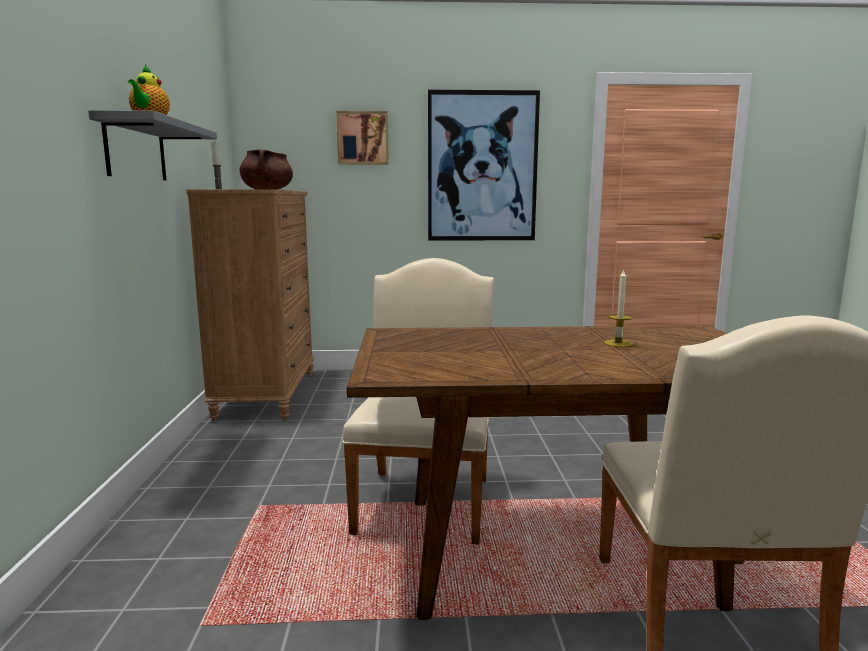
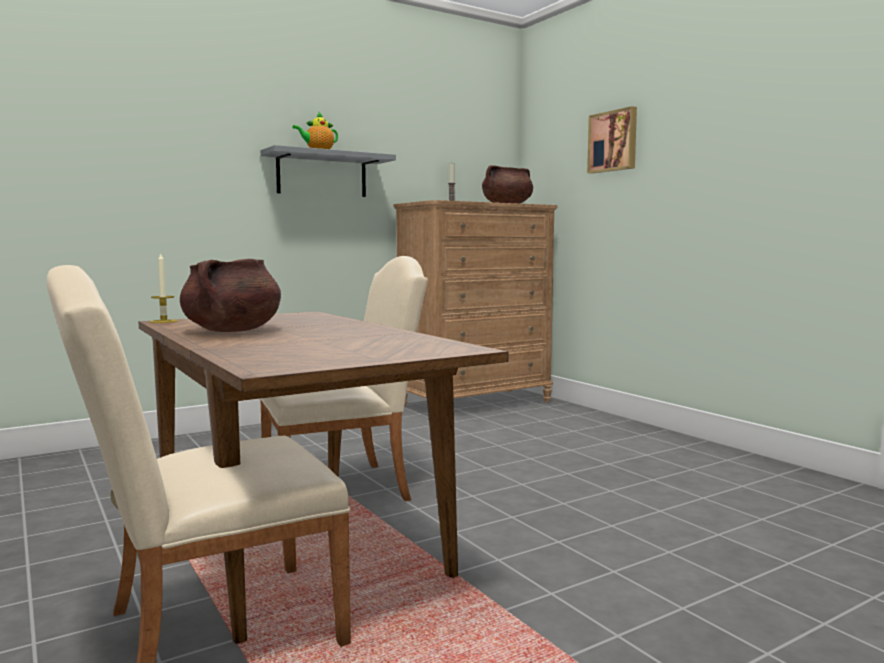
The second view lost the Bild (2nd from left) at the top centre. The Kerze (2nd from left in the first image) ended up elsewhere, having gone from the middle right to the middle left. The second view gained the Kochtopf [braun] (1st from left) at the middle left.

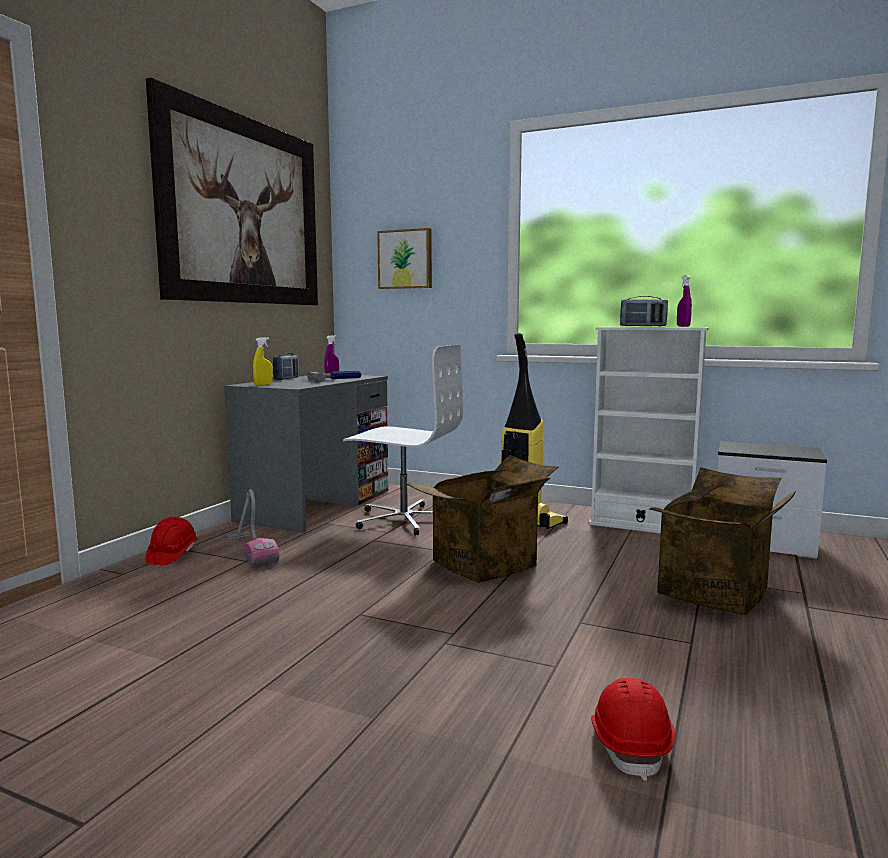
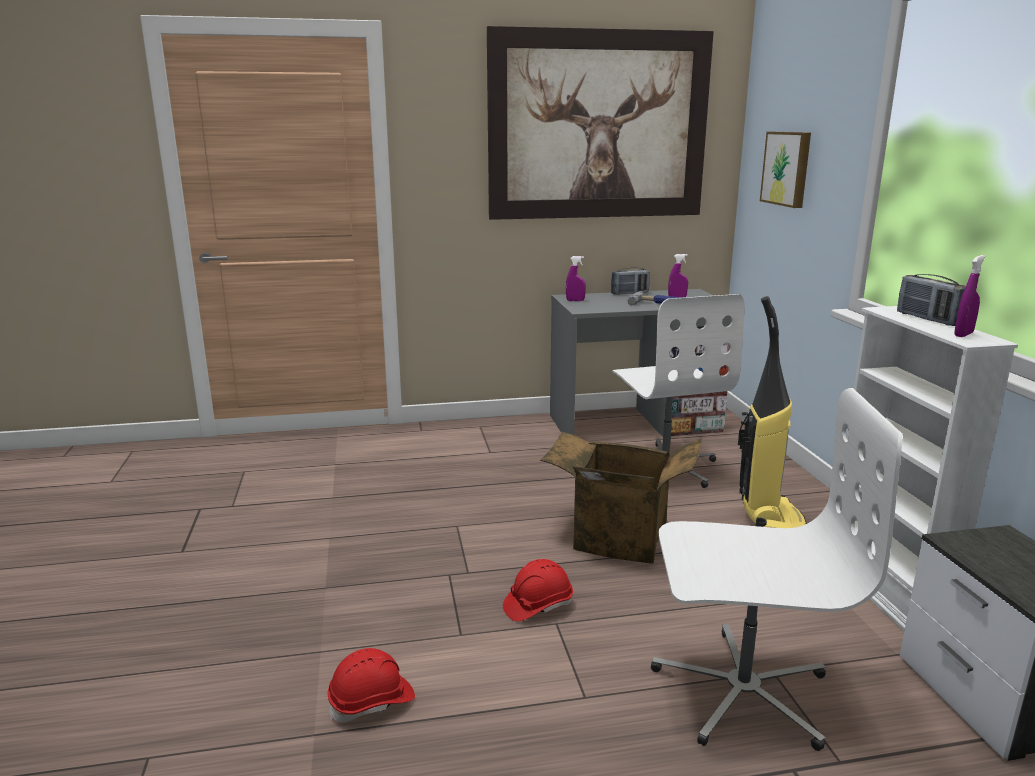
What was the Sprühflasche [gelb] at the middle left turned into the Sprühflasche [lila] (1st from left) at the centre. Where the Karton (2nd from left) stood at the middle right, the Bürostuhl [weiß] (2nd from left) came to stand at the bottom right. The second view lost the Staubsauger (1st from left) at the middle left. The Schutzhelm [rot] (1st from left in the first image) ended up elsewhere, having gone from the middle left to the bottom centre.

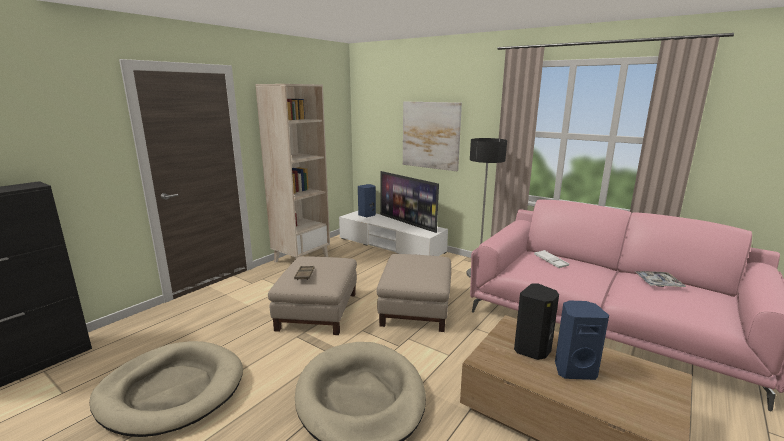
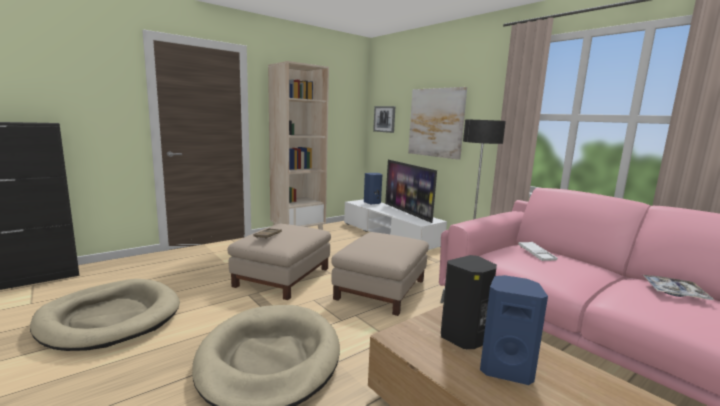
The second view gained the Bild (1st from left) at the top centre.

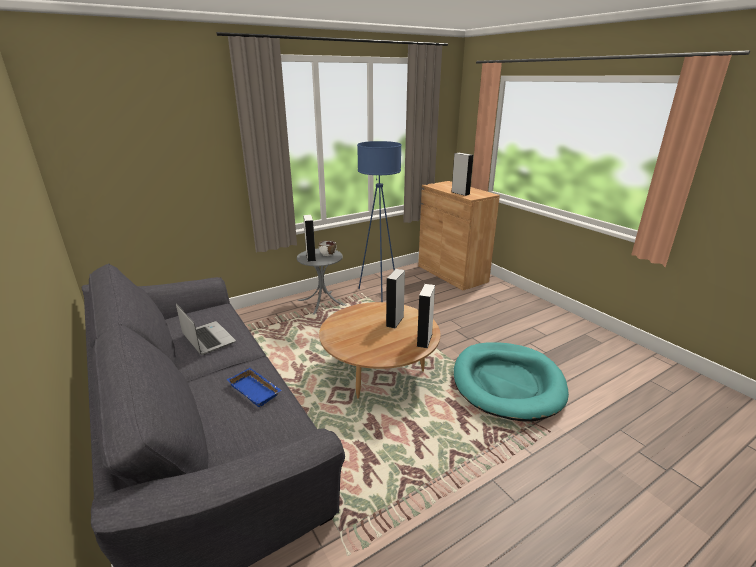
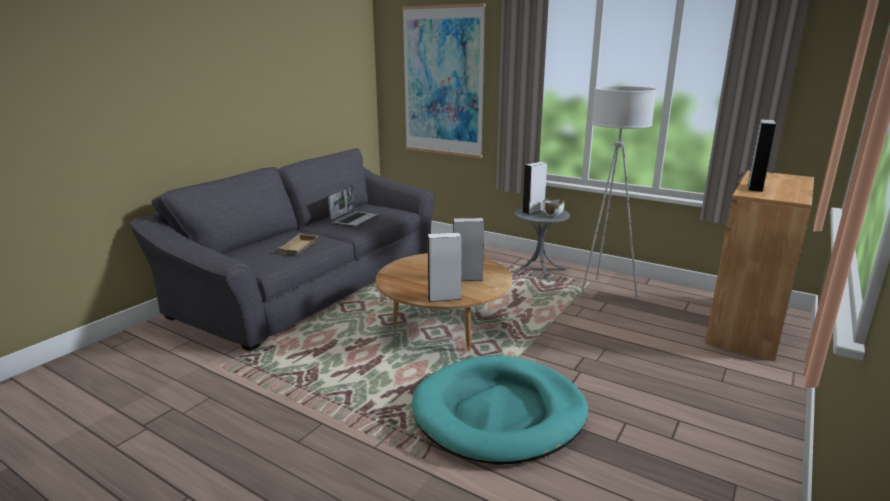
What was the Stehlampe [blau] at the centre turned into the Stehlampe [weiß] at the middle right. What was the Tablett [blau] at the bottom centre turned into the Tablett [beige] at the centre. The second view gained the Bild at the top centre.

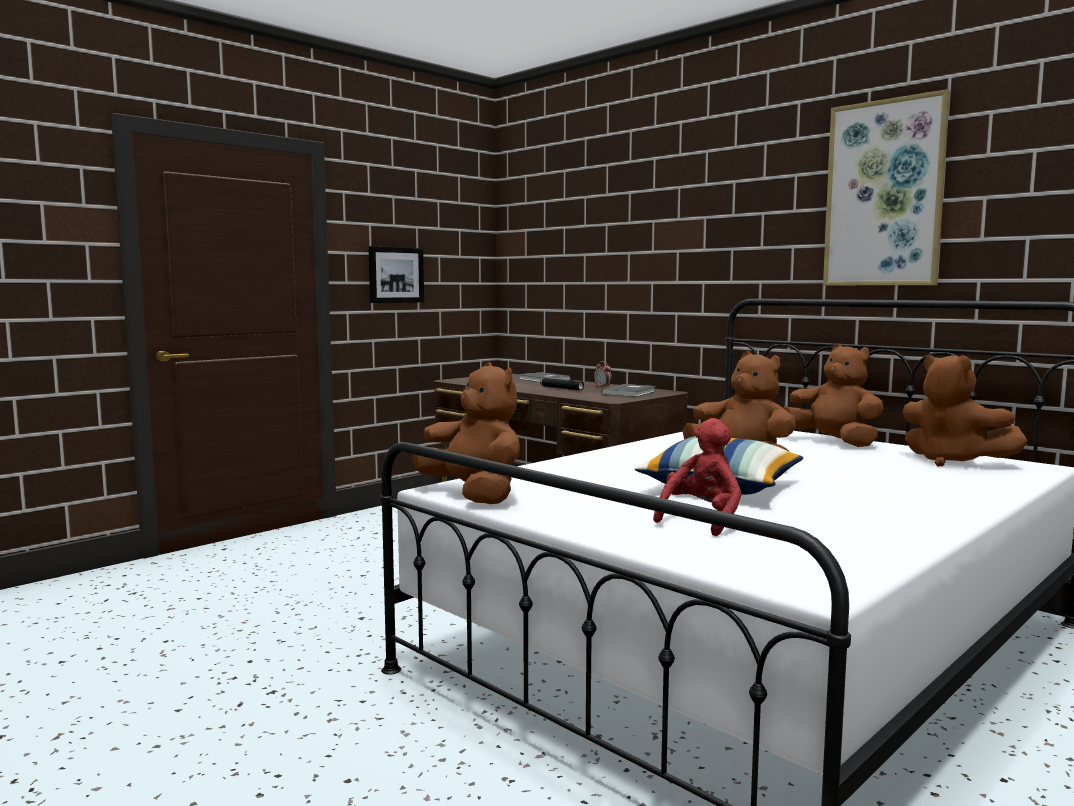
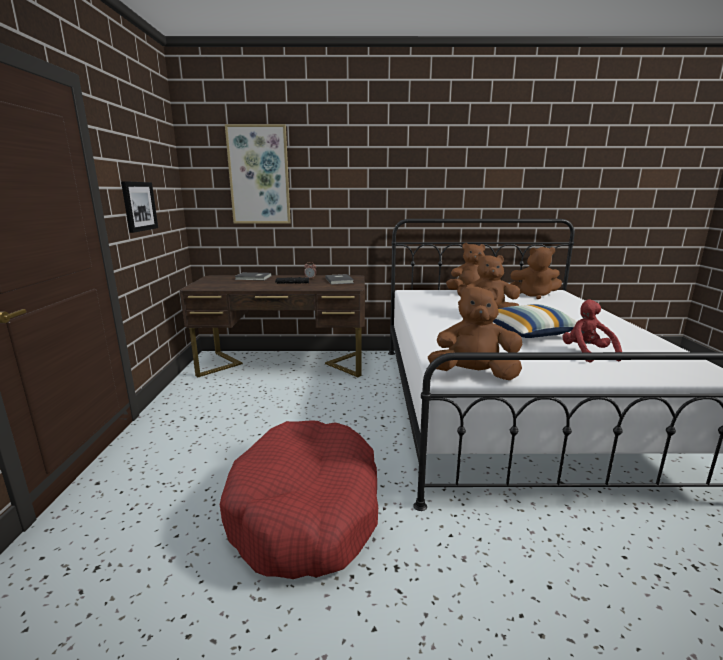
The Bild (2nd from left) ended up elsewhere, having gone from the top right to the top centre. The second view gained the Hundebett [rot] at the bottom centre.

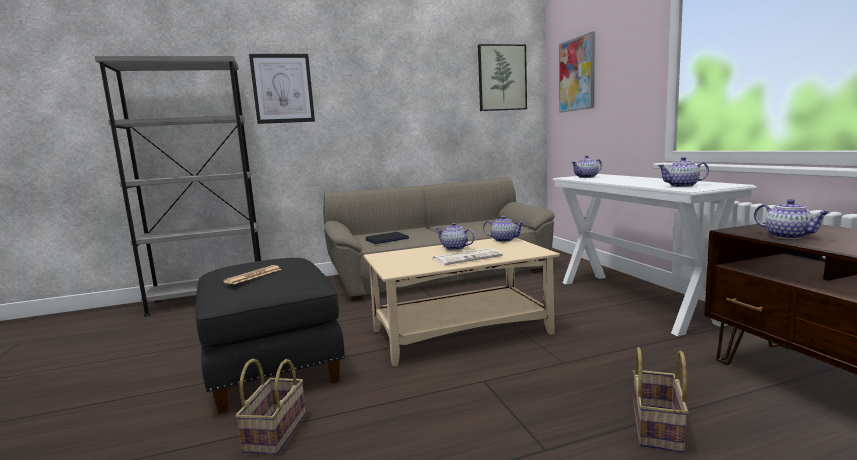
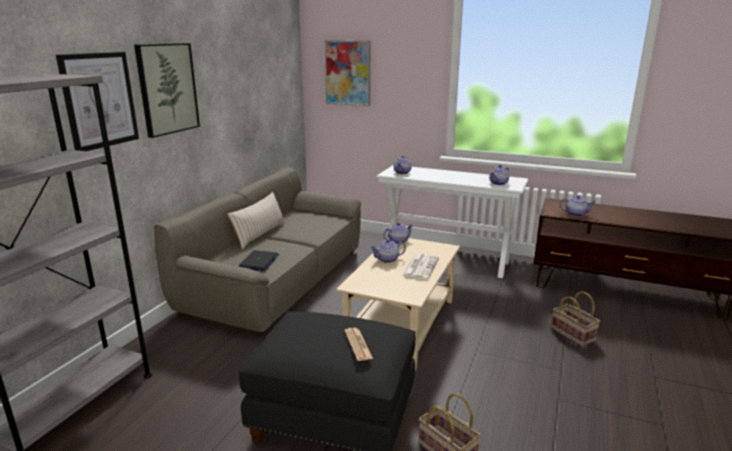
The Bild (2nd from left) ended up elsewhere, having gone from the top centre to the top left. The second view gained the Kissen [beige] at the centre.

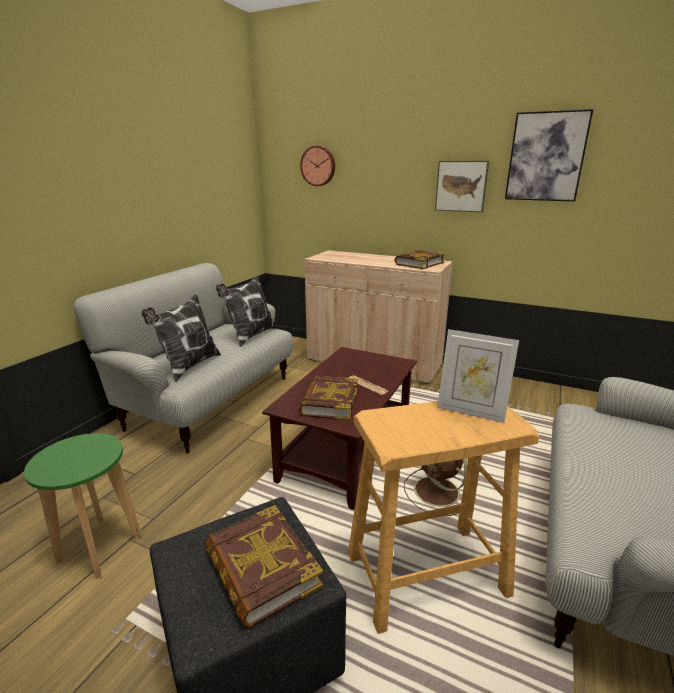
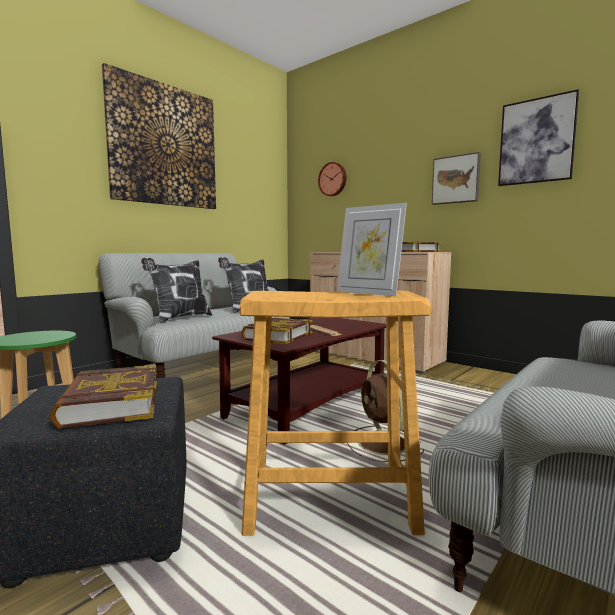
The second view gained the Bild (1st from left) at the top left.

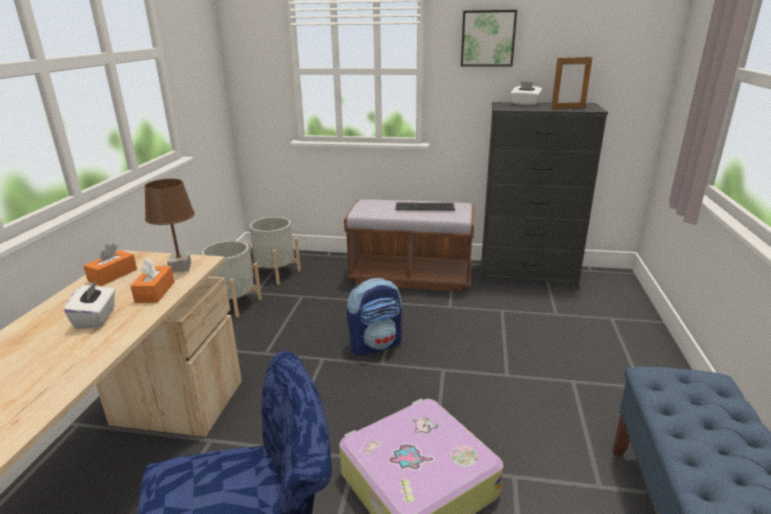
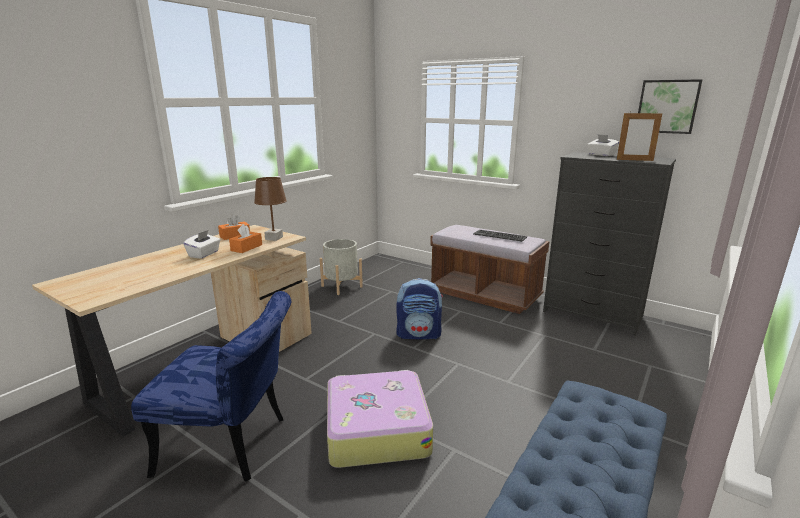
The Bild ended up elsewhere, having gone from the top centre to the top right. The second view lost the Pflanzkübel [grau] (2nd from left) at the centre.

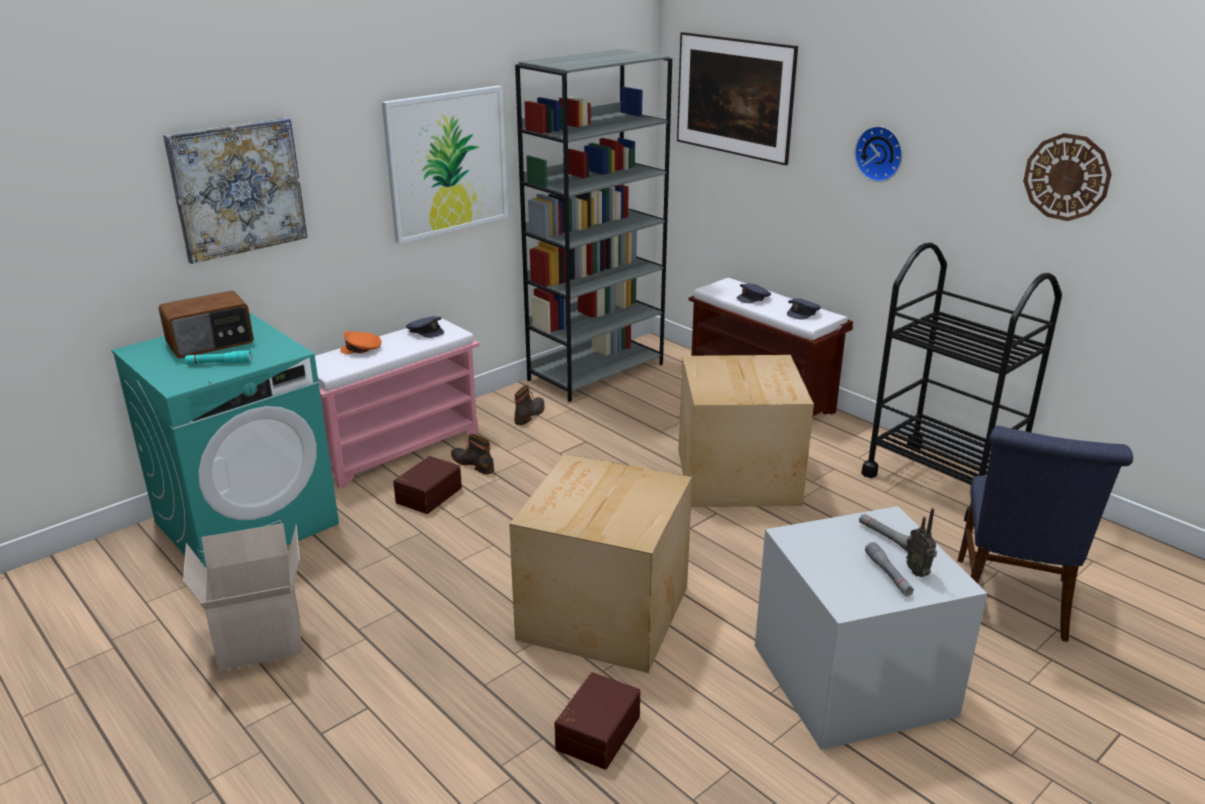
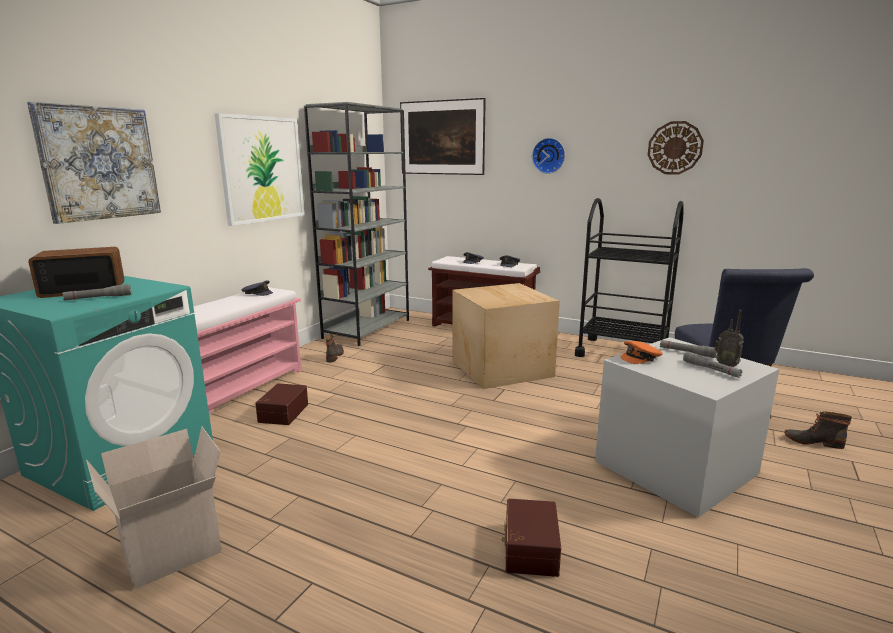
The Radio (1st from left) at the middle left ended up facing another way, 150 degrees counterclockwise from before. The Kappe [orange] ended up elsewhere, having gone from the middle left to the middle right. What was the Taschenlampe [türkis] at the middle left turned into the Taschenlampe [grau] (1st from left) at the middle left. The Stiefel (1st from left in the first image) ended up elsewhere, having gone from the centre to the bottom right. The second view lost the Karton (2nd from left) at the bottom centre.

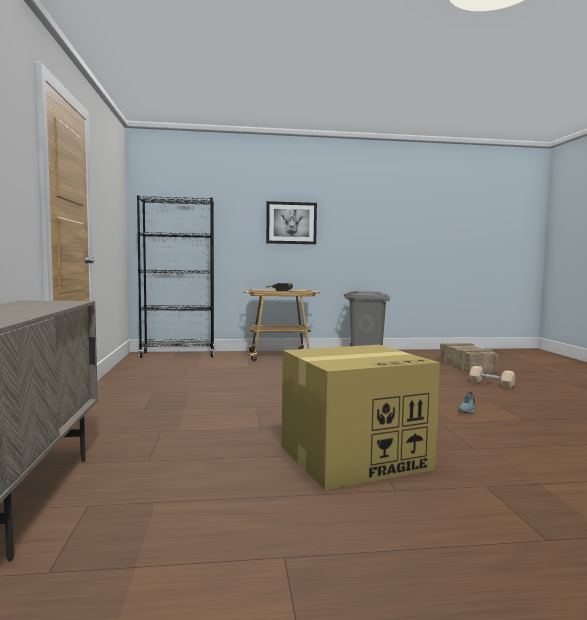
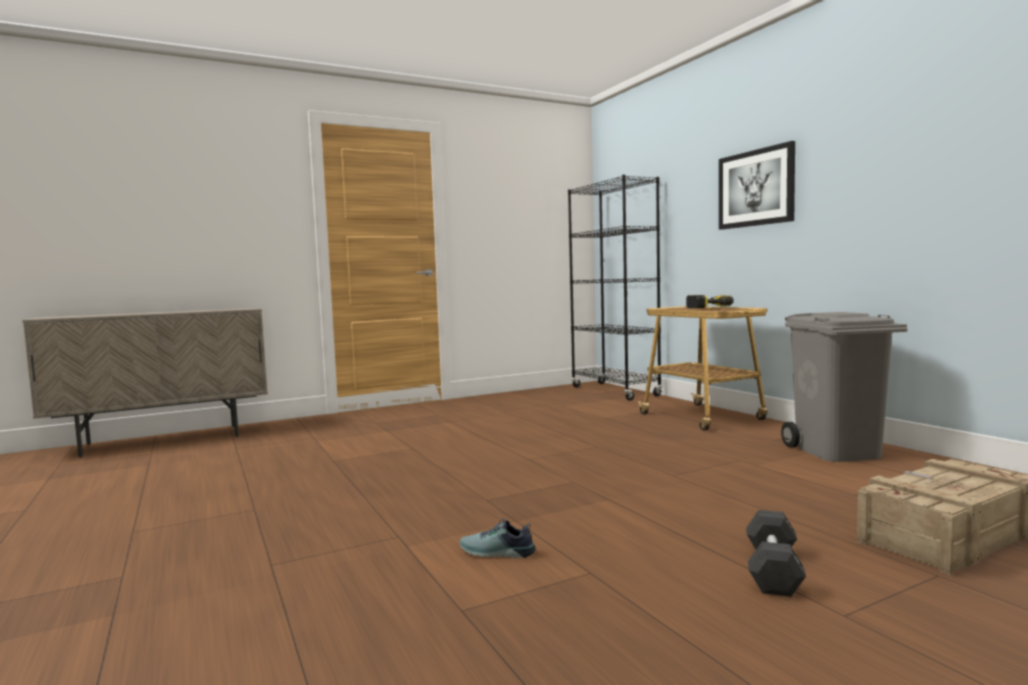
The second view lost the Karton at the bottom centre. What was the Hantel [beige] at the middle right turned into the Hantel [schwarz] at the bottom right.

